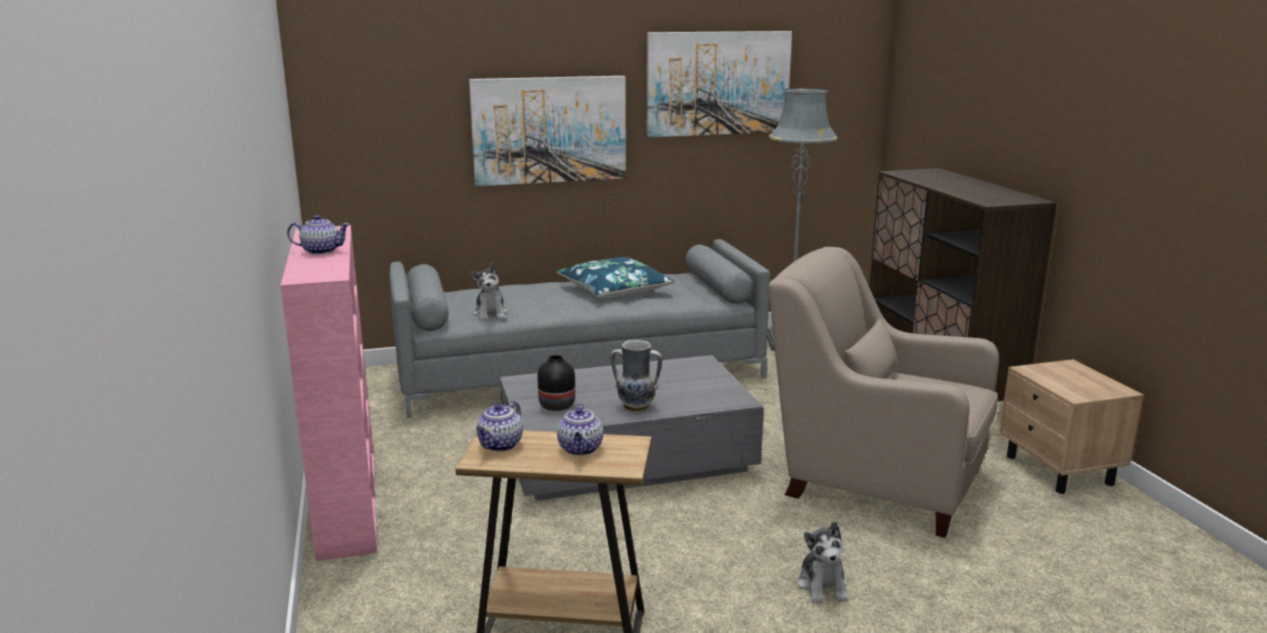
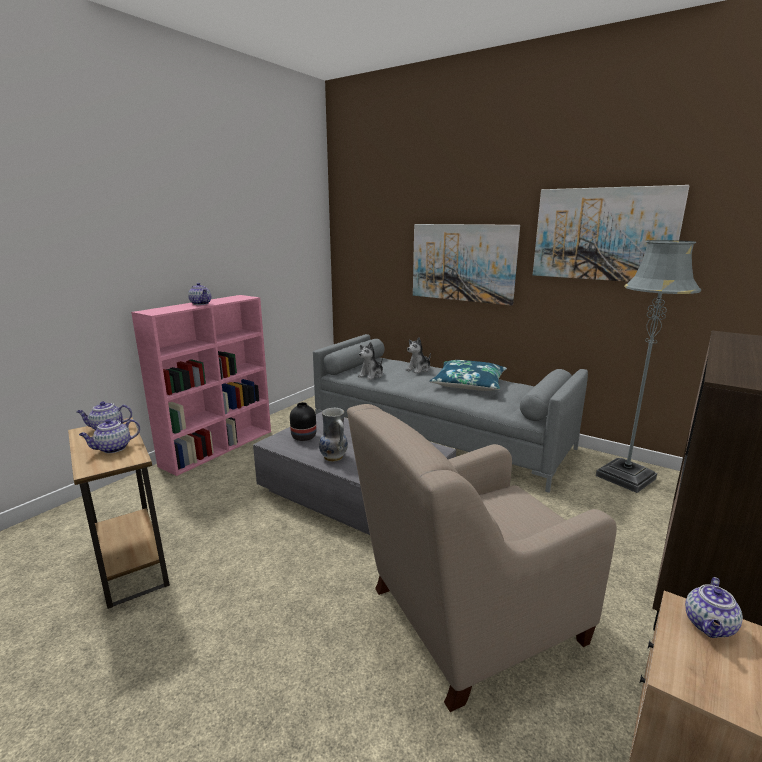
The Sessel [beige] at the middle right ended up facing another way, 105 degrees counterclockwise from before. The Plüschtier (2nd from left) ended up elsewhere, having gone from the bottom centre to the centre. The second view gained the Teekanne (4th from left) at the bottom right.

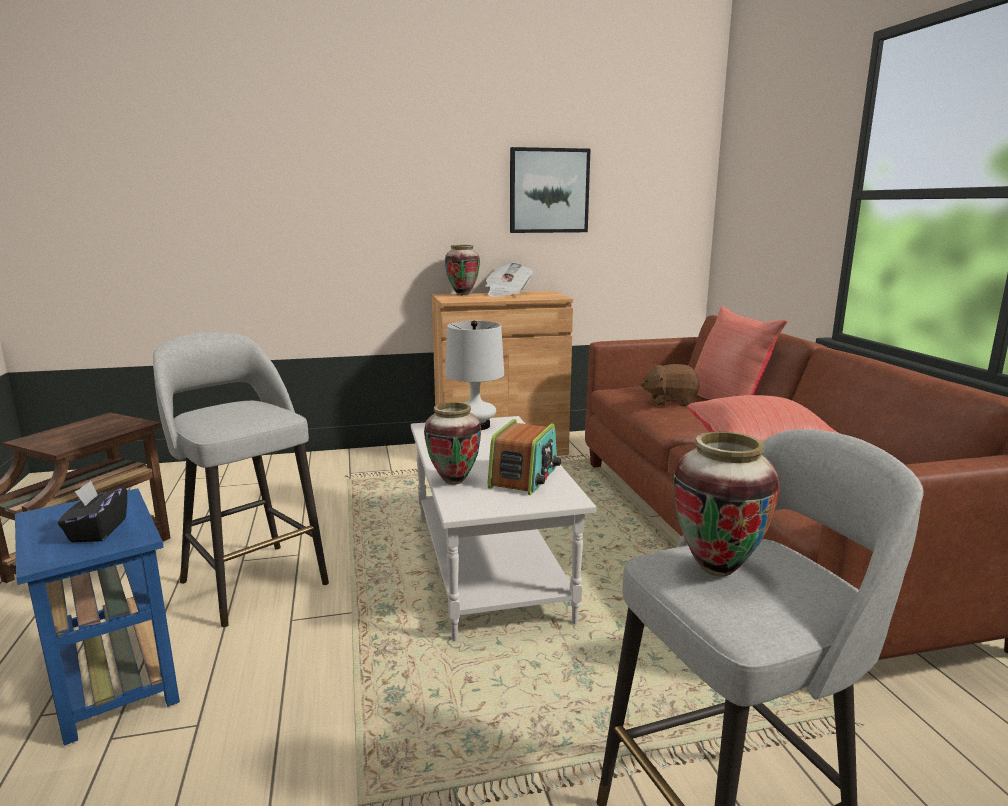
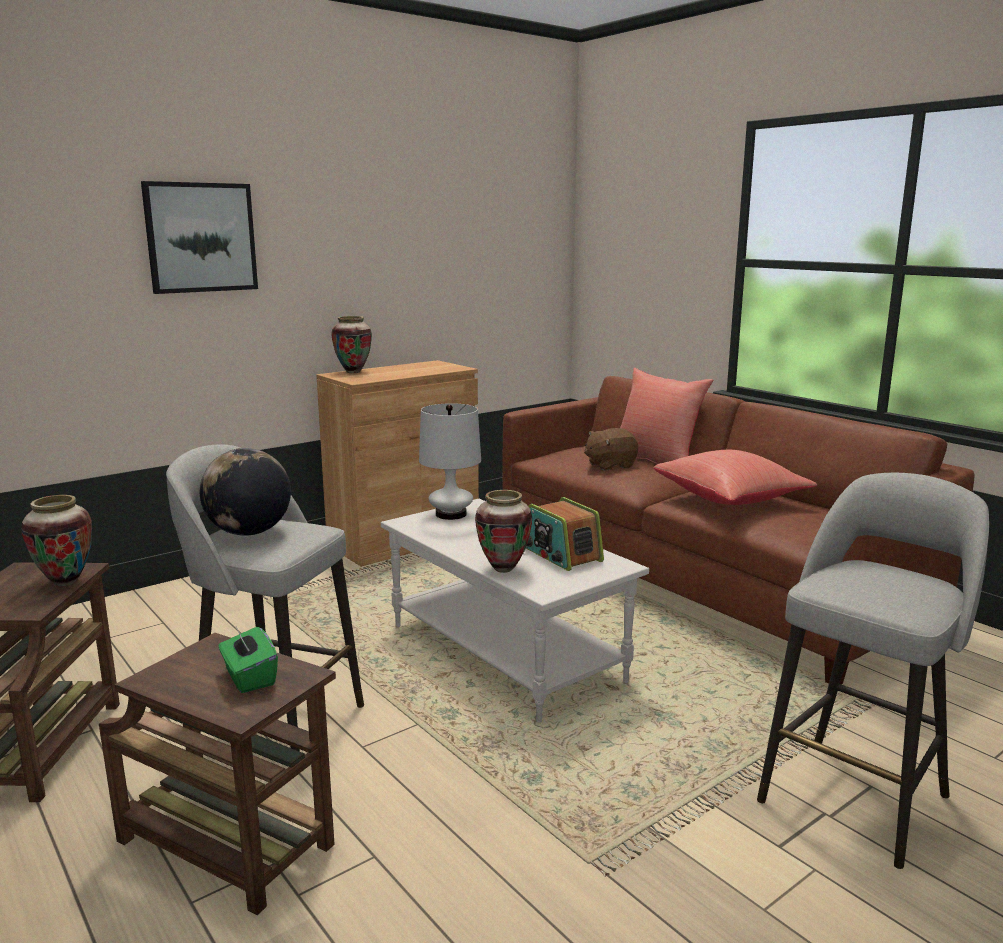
The Bild ended up elsewhere, having gone from the top centre to the top left. The second view lost the Zeitung at the centre. The Radio at the centre ended up facing another way, 150 degrees clockwise from before. The Vase (3rd from left in the first image) ended up elsewhere, having gone from the middle right to the middle left. What was the Taschentuchbox [schwarz] at the middle left turned into the Taschentuchbox [grün] at the bottom left. What was the Beistelltisch [blau] at the bottom left turned into the Beistelltisch [braun] (2nd from left) at the bottom left. The second view gained the Globus at the middle left.

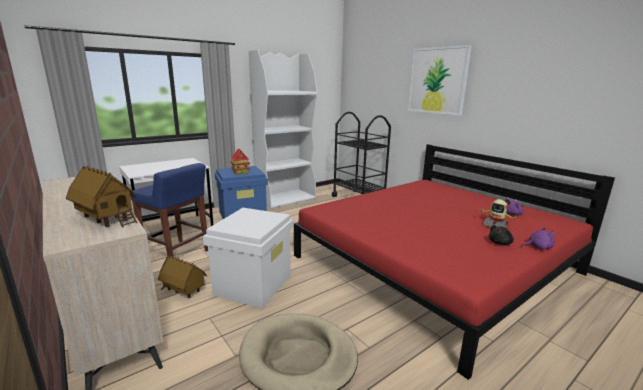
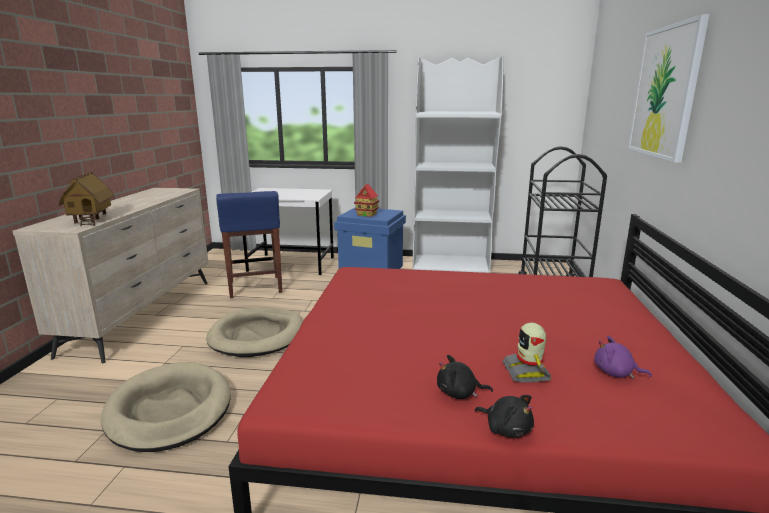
Where the Aufbewahrungsbox [weiß] stood at the centre, the Hundebett [beige] (2nd from left) came to stand at the middle left. What was the Plüschtier [lila] (2nd from left) at the middle right turned into the Plüschtier [schwarz] (2nd from left) at the bottom centre. The second view lost the Spielzeughaus (2nd from left) at the bottom left.

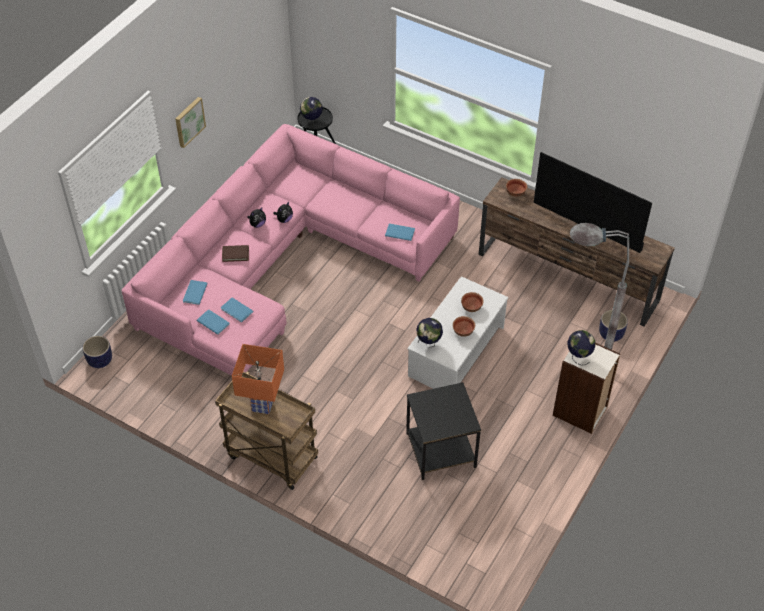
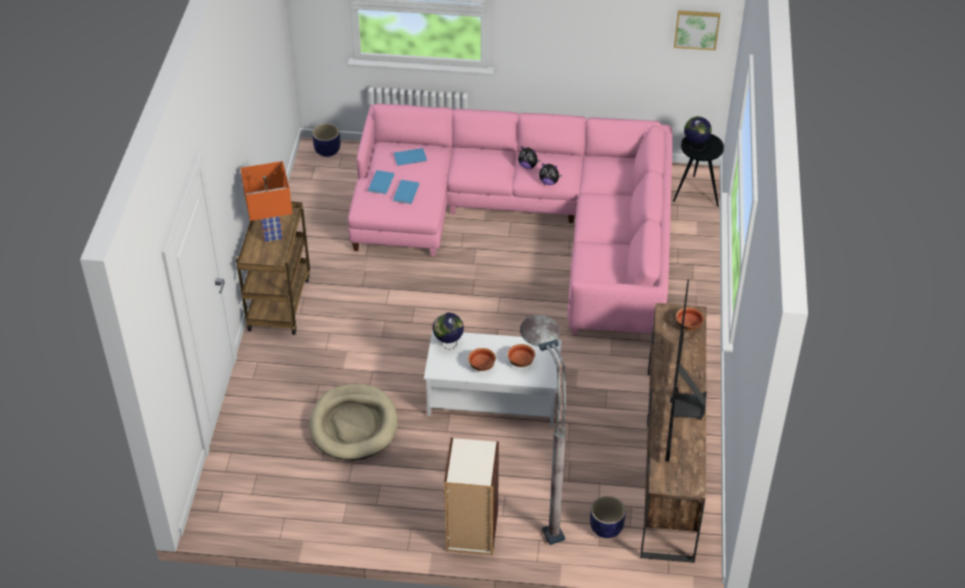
The Bild ended up elsewhere, having gone from the top left to the top right. The second view lost the Buch [blau] (4th from left) at the centre. The second view lost the Buch [braun] at the middle left. The second view lost the Globus (3rd from left) at the middle right. Where the Beistelltisch [schwarz] (2nd from left) stood at the bottom centre, the Hundebett [beige] came to stand at the bottom centre.

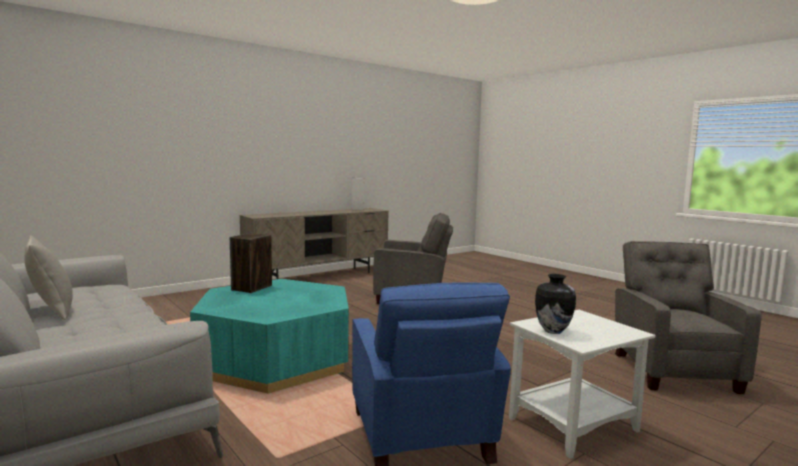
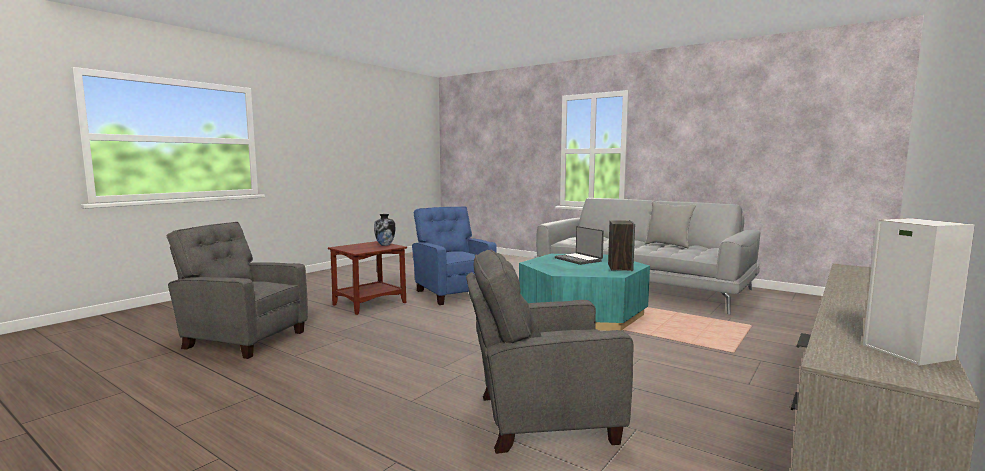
The Sessel [grau] (2nd from left in the first image) at the bottom right ended up facing another way, 120 degrees clockwise from before. What was the Beistelltisch [weiß] at the bottom right turned into the Beistelltisch [braun] at the centre. The second view gained the Laptop at the centre.

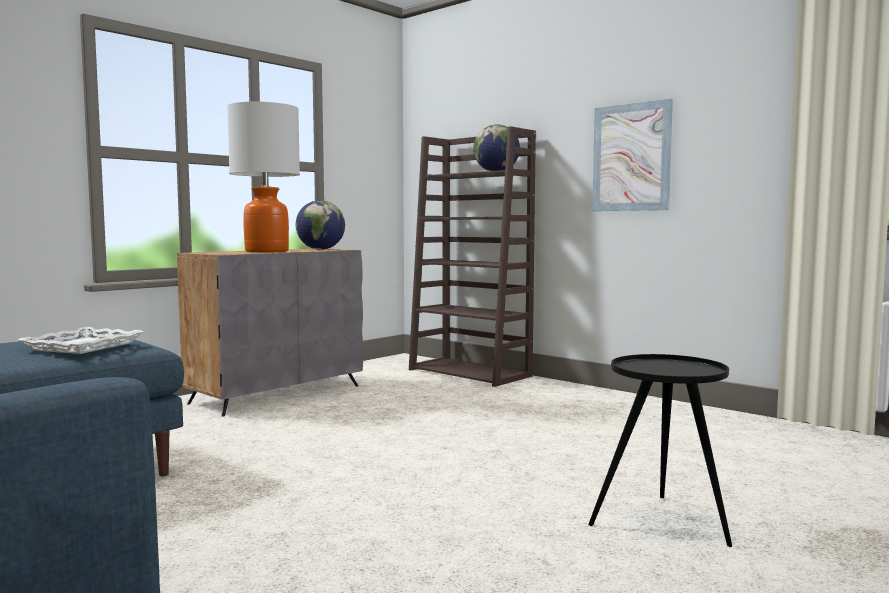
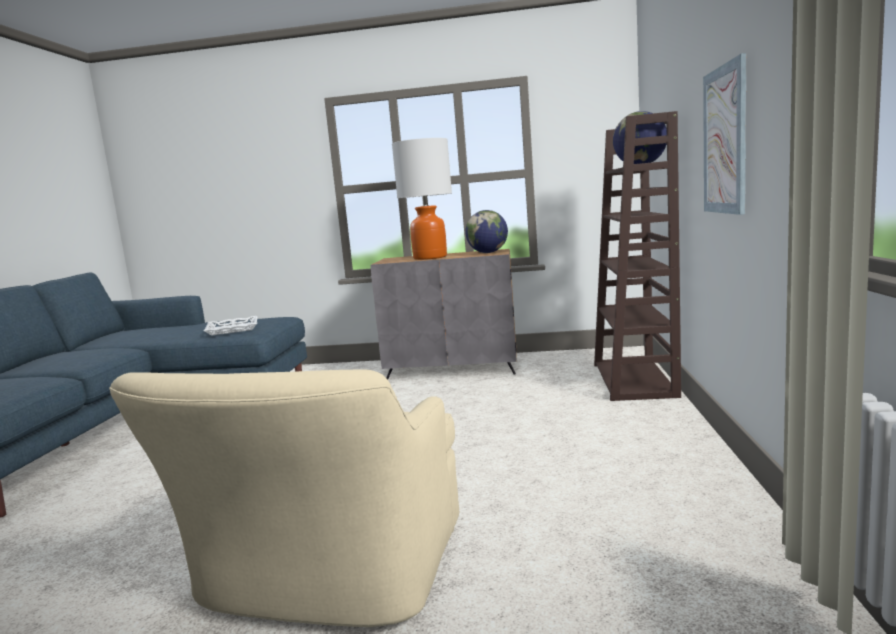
Where the Beistelltisch [schwarz] stood at the bottom right, the Sessel [beige] came to stand at the bottom left.

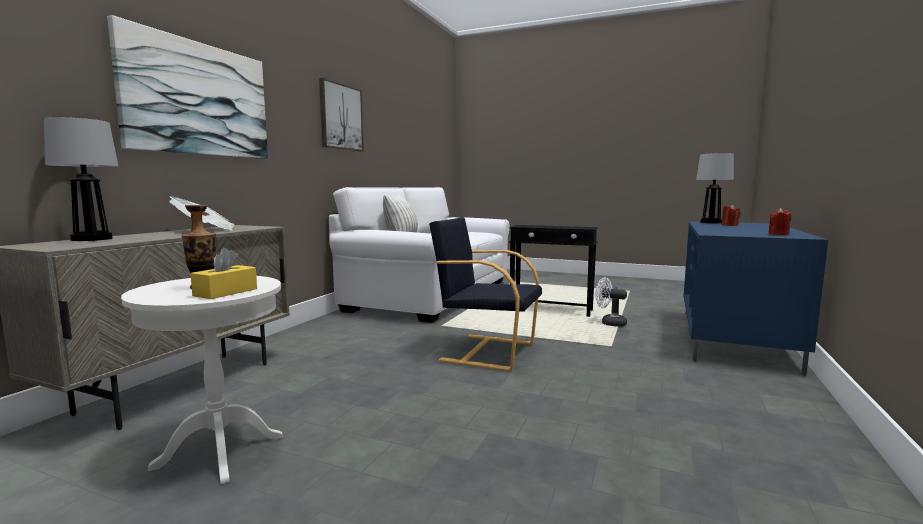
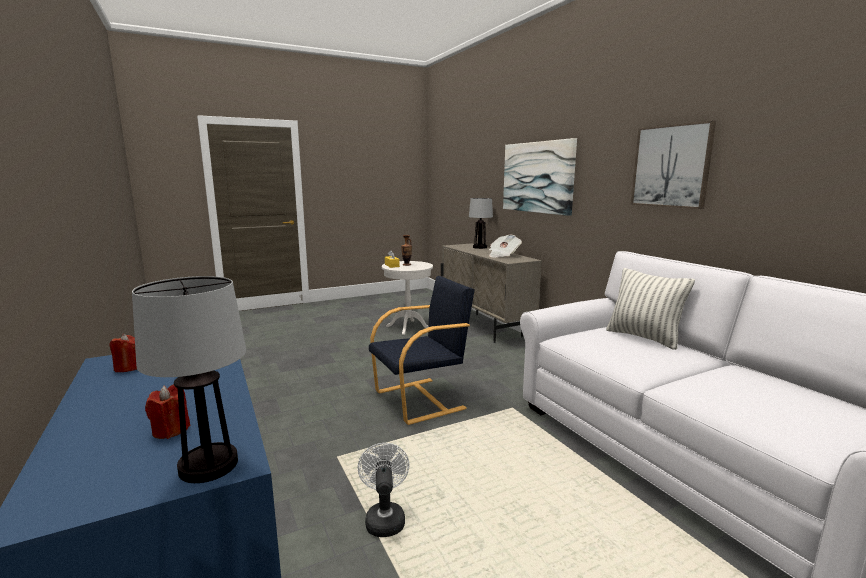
The second view lost the Beistelltisch [schwarz] at the centre. The Ventilator [weiß] at the centre ended up facing another way, 75 degrees counterclockwise from before.

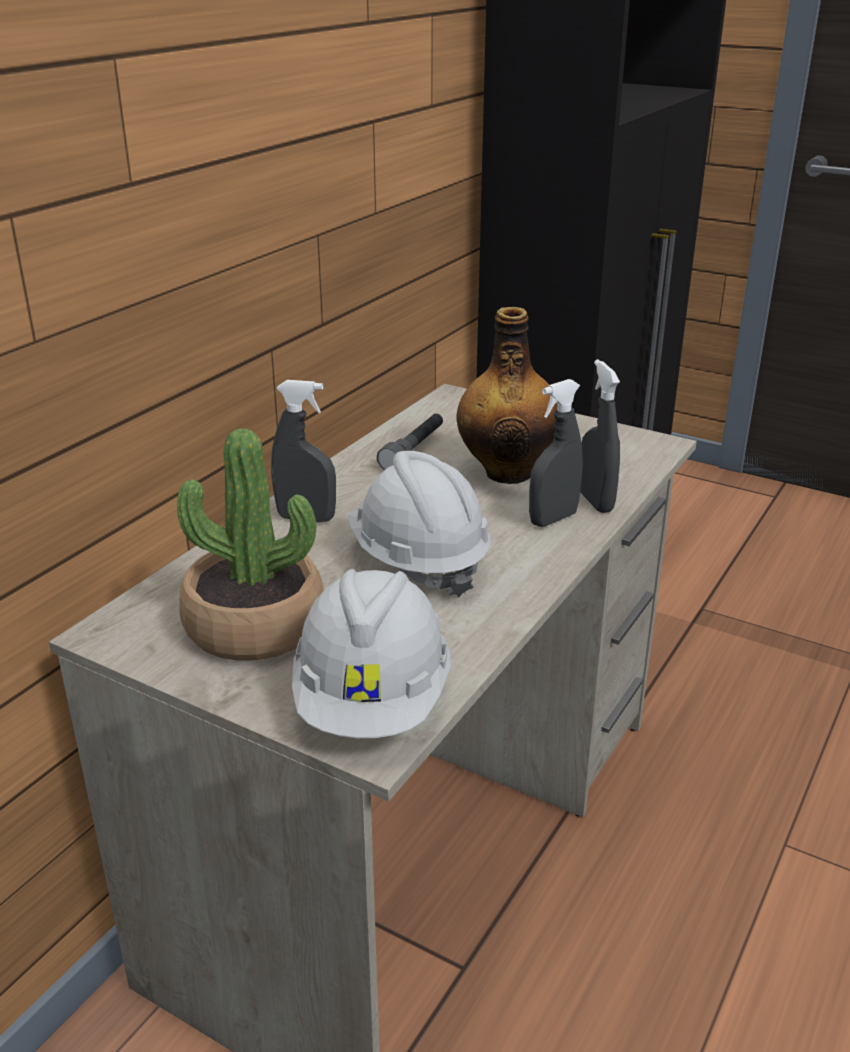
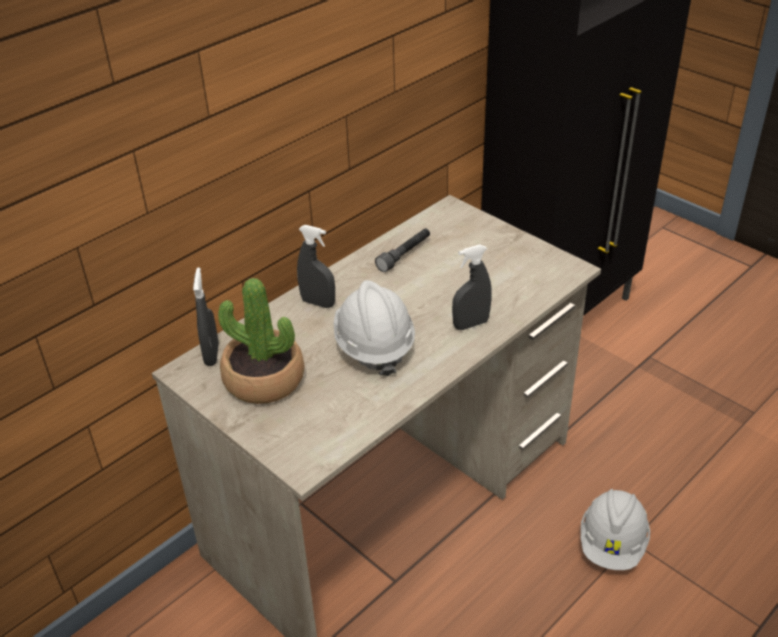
The second view lost the Flasche at the centre. The Sprühflasche [grau] (3rd from left in the first image) ended up elsewhere, having gone from the middle right to the middle left. The Schutzhelm [weiß] (1st from left in the first image) ended up elsewhere, having gone from the centre to the bottom right.

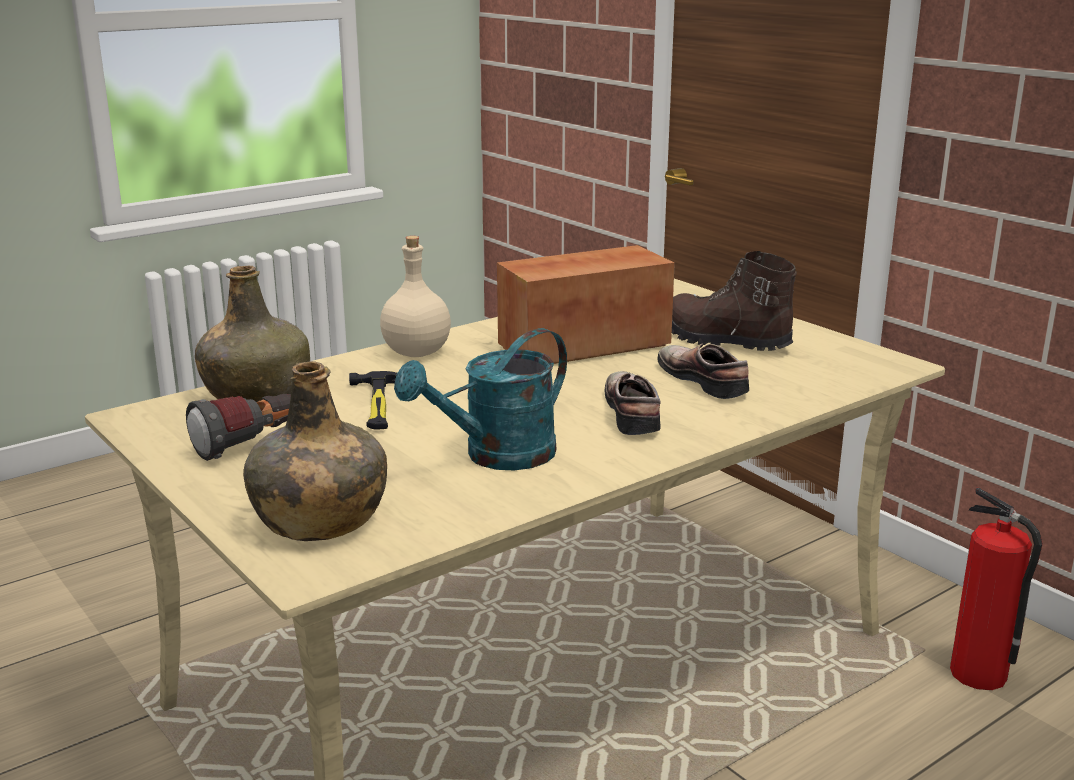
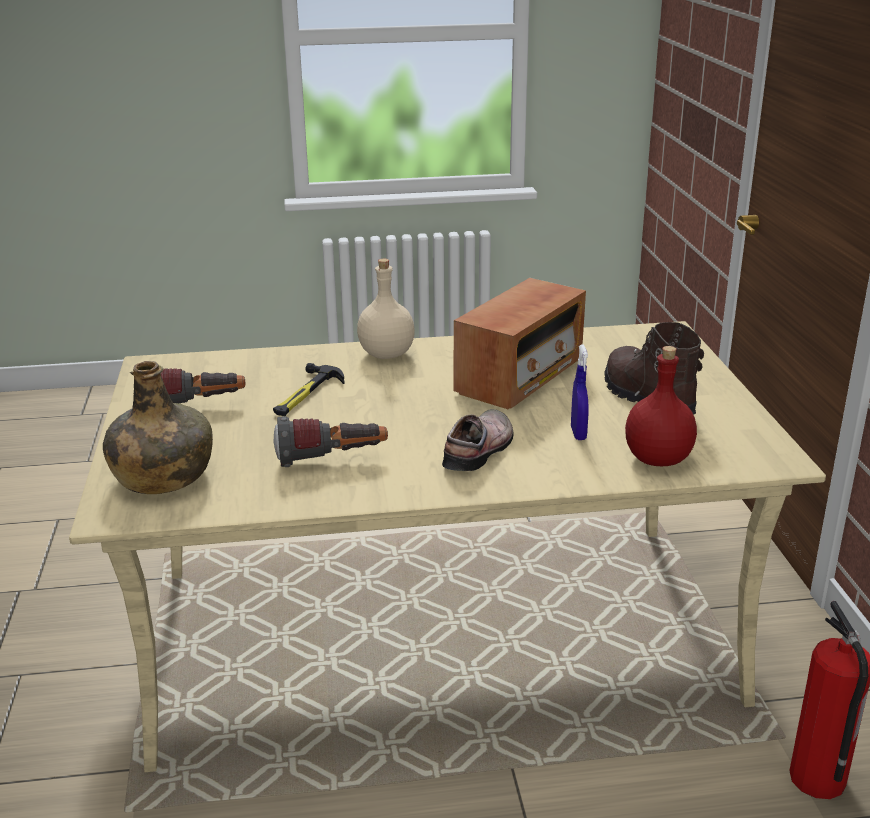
The Radio at the centre ended up facing another way, 120 degrees clockwise from before. The second view lost the Flasche [grün] (1st from left) at the middle left. Where the Gießkanne [türkis] stood at the centre, the Taschenlampe (2nd from left) came to stand at the centre. Where the Schuh (2nd from left) stood at the centre, the Sprühflasche [blau] came to stand at the middle right. The second view gained the Flasche [rot] at the middle right.

